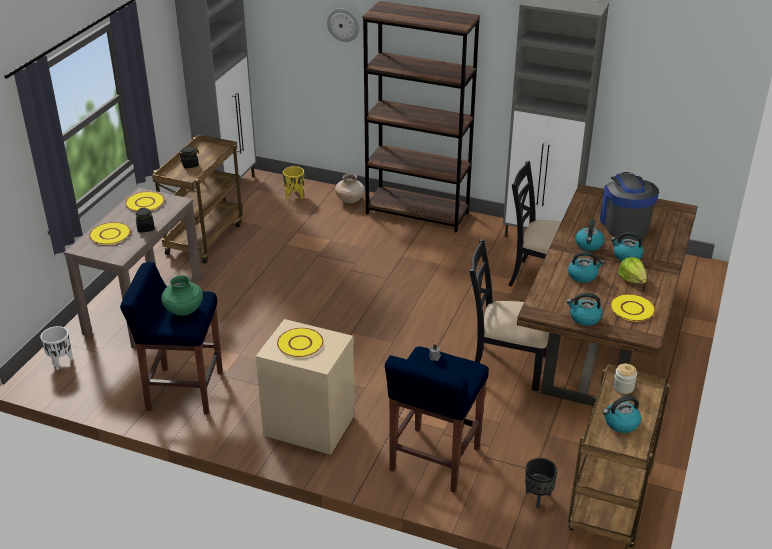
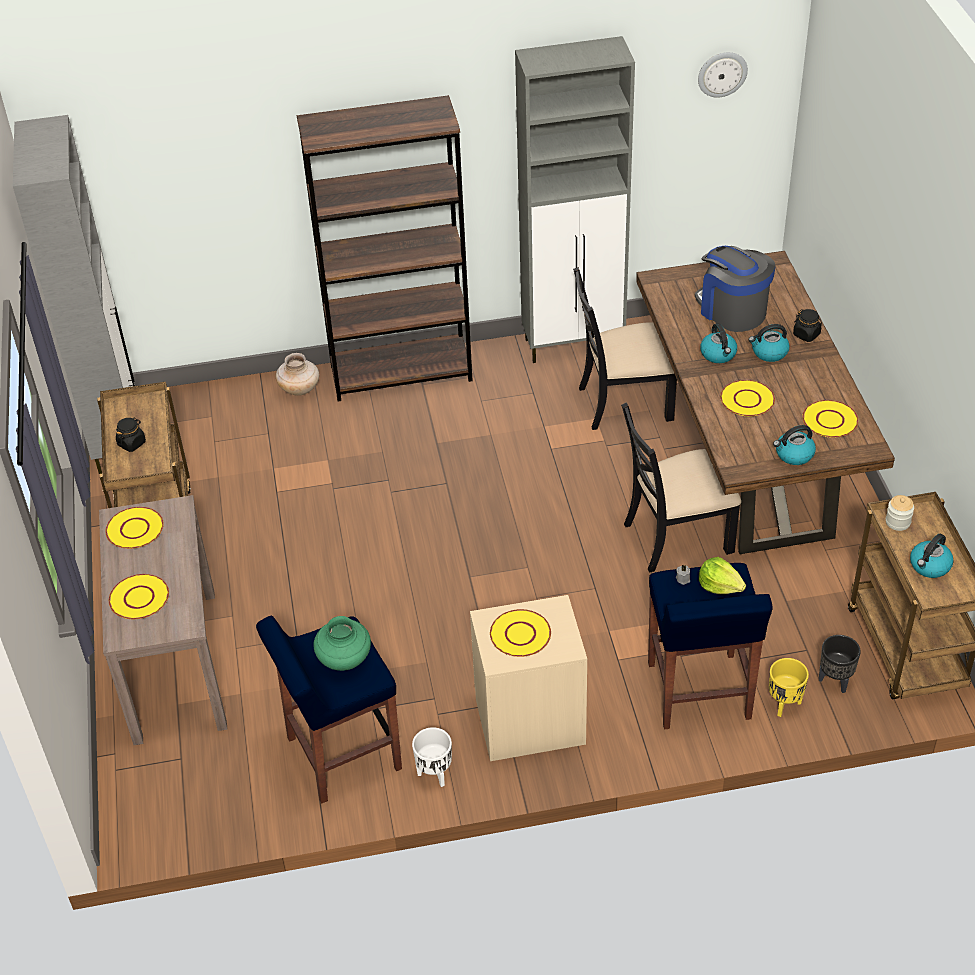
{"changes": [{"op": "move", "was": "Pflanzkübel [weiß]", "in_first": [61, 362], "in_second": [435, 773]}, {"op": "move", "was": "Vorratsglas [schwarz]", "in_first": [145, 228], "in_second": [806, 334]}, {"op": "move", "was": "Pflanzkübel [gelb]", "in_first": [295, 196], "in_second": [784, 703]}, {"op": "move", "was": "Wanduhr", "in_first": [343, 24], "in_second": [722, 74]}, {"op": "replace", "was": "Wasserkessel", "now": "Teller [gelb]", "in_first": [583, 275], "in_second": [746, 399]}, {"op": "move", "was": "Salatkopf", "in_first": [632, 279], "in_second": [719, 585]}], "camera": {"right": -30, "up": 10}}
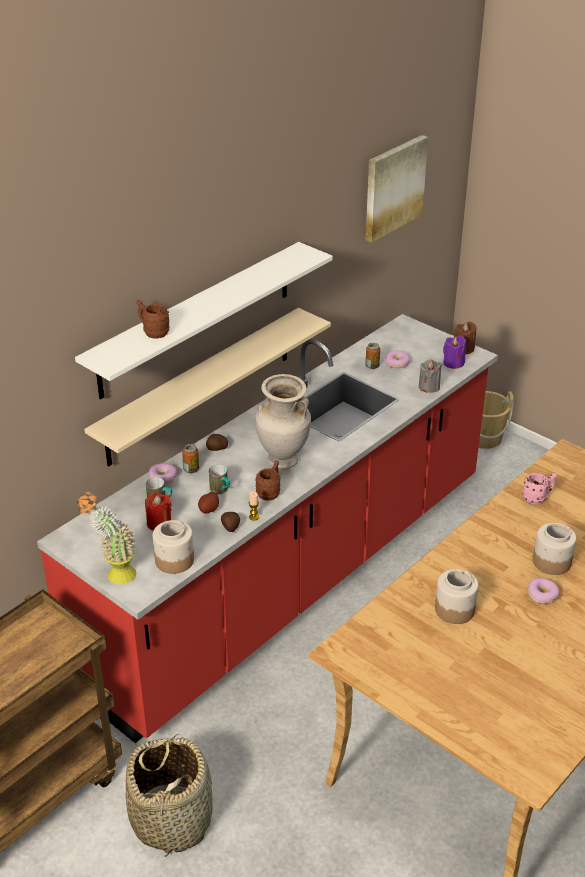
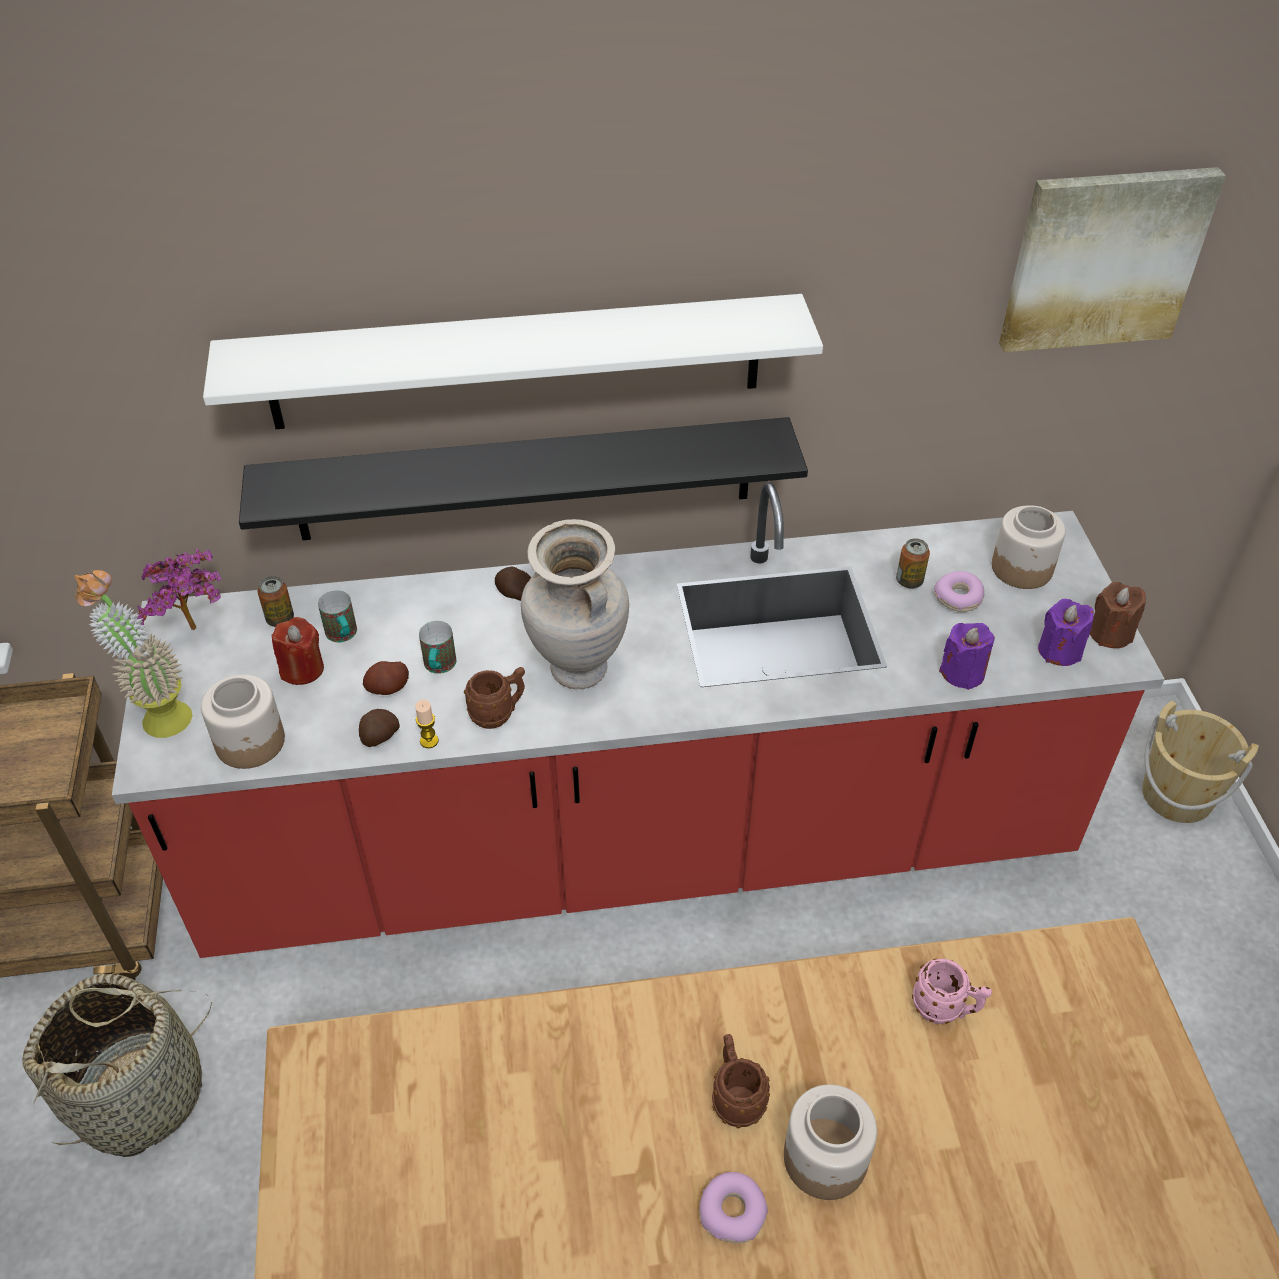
{"changes": [{"op": "recolor", "was": "Wandregal [beige]", "now": "Wandregal [schwarz]", "in_first": [200, 386], "in_second": [525, 479]}, {"op": "move", "was": "Henkelbecher [braun]", "in_first": [153, 332], "in_second": [735, 1097]}, {"op": "delete", "was": "Donut", "in_first": [163, 477]}, {"op": "move", "was": "Dose", "in_first": [191, 469], "in_second": [280, 619]}, {"op": "recolor", "was": "Kerze [grau]", "now": "Kerze [lila]", "in_first": [429, 387], "in_second": [962, 673]}, {"op": "move", "was": "Vorratsglas", "in_first": [455, 609], "in_second": [1022, 568]}, {"op": "insert", "now": "Topfpflanze", "in_second": [197, 632]}], "camera": {"right": 40, "up": 10}}
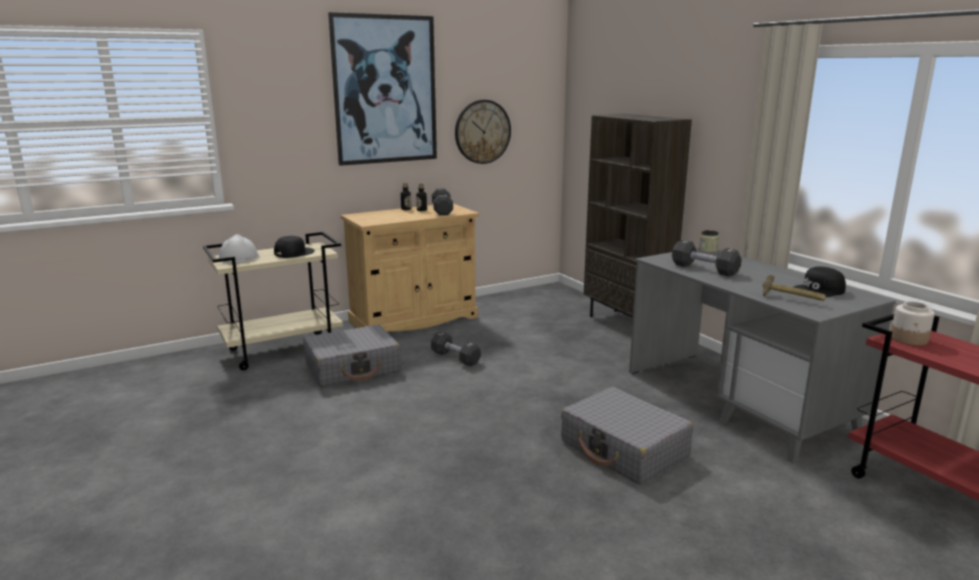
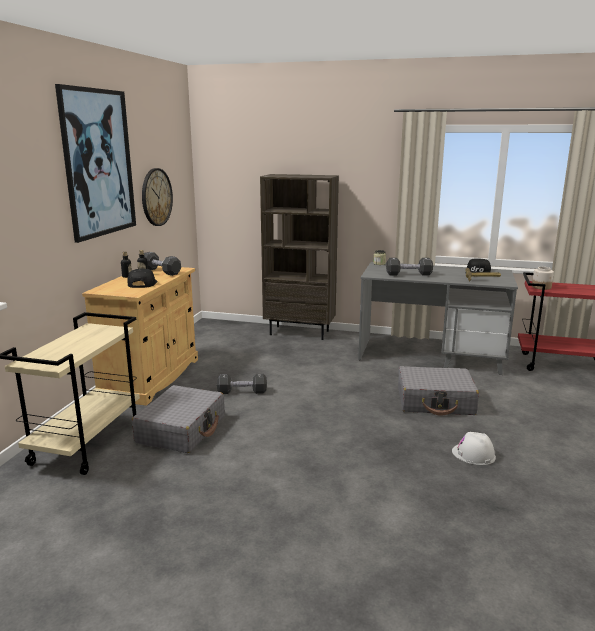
{"changes": [{"op": "move", "was": "Schutzhelm [weiß]", "in_first": [239, 257], "in_second": [473, 454]}, {"op": "move", "was": "Kappe [schwarz]", "in_first": [293, 253], "in_second": [142, 283]}], "camera": {"right": -45, "up": 0}}
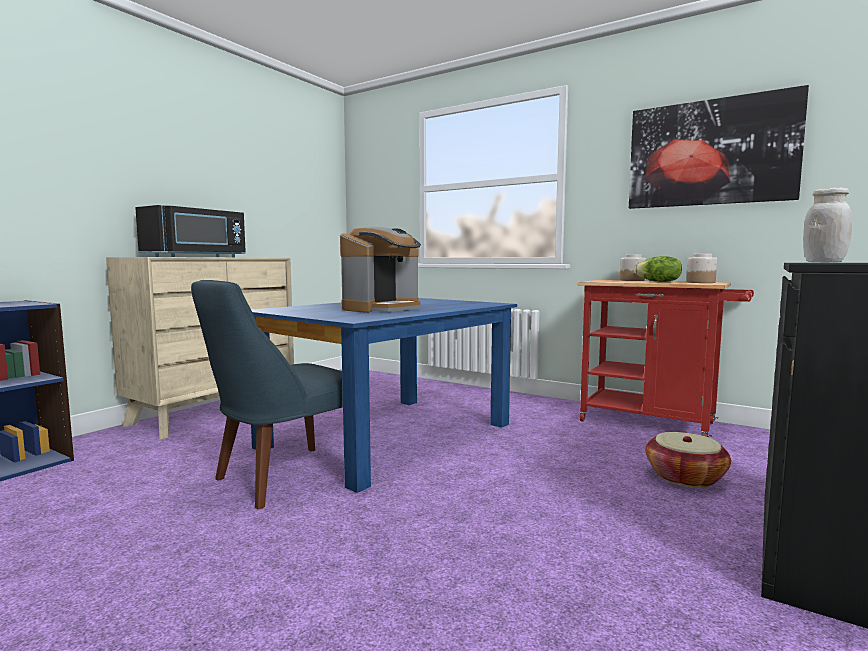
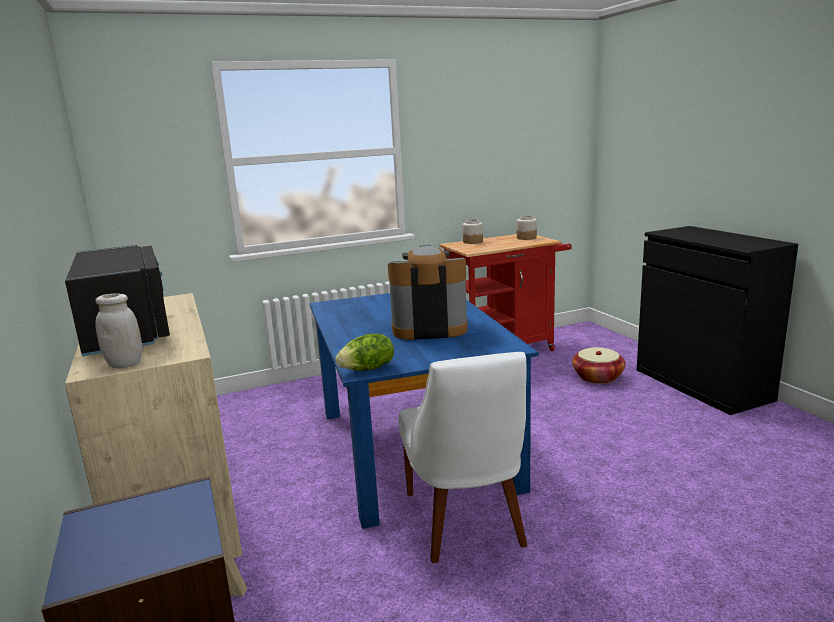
{"changes": [{"op": "recolor", "was": "Stuhl [blau]", "now": "Stuhl [weiß]", "in_first": [283, 478], "in_second": [465, 522]}, {"op": "rotate", "was": "Kaffeemaschine", "in_first": [382, 309], "in_second": [429, 328], "clockwise": -75}, {"op": "delete", "was": "Bild", "in_first": [710, 153]}, {"op": "move", "was": "Salatkopf", "in_first": [659, 282], "in_second": [368, 369]}, {"op": "move", "was": "Vorratsglas [weiß]", "in_first": [824, 262], "in_second": [125, 364]}], "camera": {"right": -55, "up": 10}}
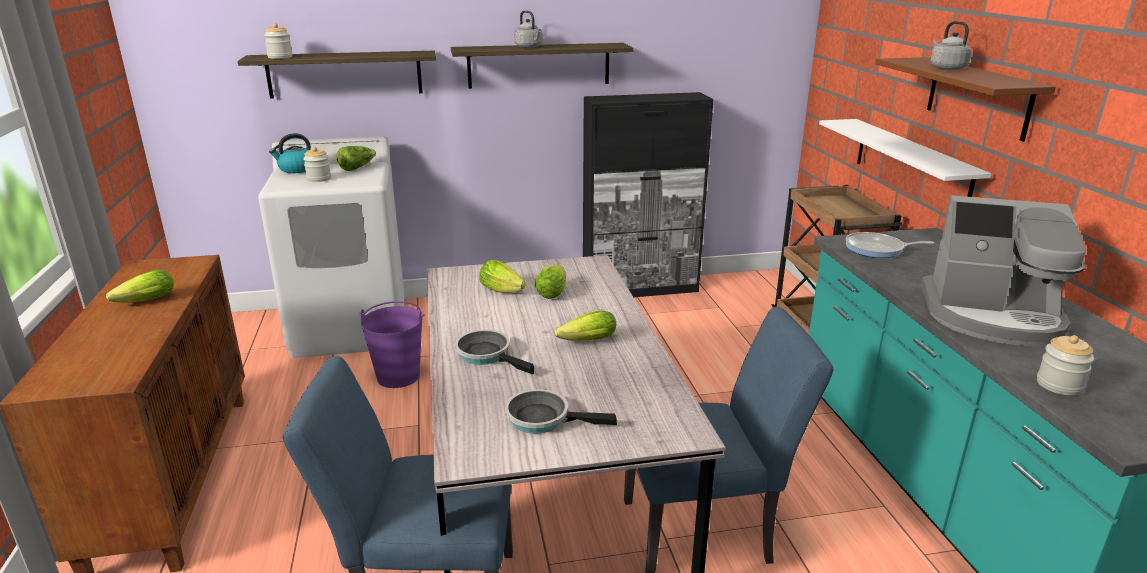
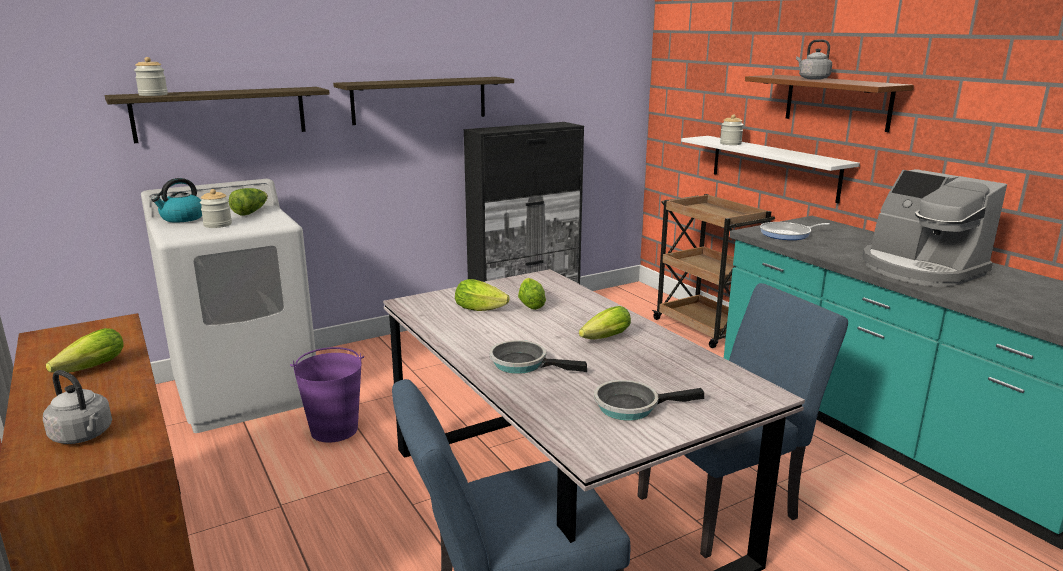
{"changes": [{"op": "move", "was": "Wasserkessel [grau]", "in_first": [529, 47], "in_second": [84, 436]}, {"op": "rotate", "was": "Kaffeemaschine", "in_first": [992, 317], "in_second": [919, 269], "clockwise": 60}, {"op": "move", "was": "Vorratsglas", "in_first": [1059, 385], "in_second": [730, 143]}], "camera": {"right": -20, "up": -5}}
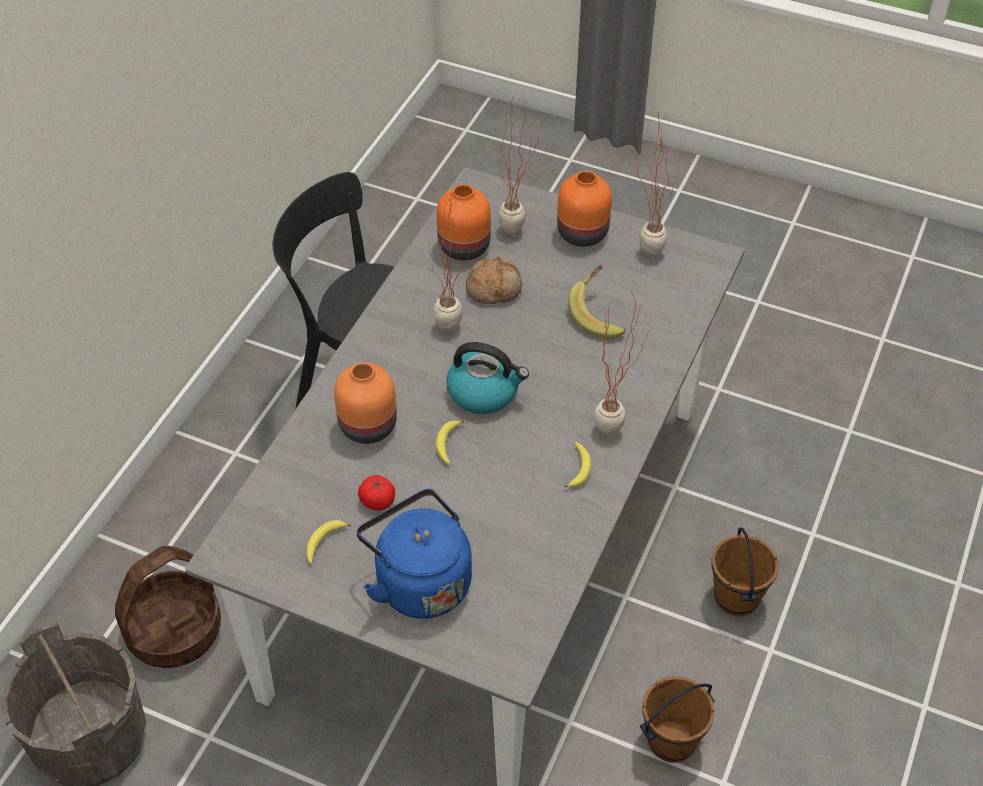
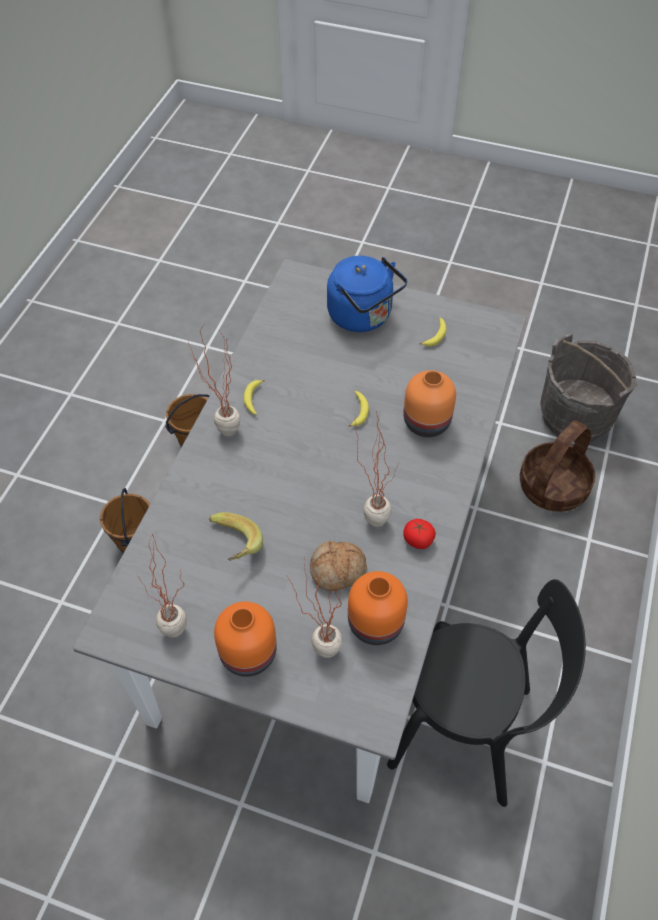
{"changes": [{"op": "move", "was": "Tomate", "in_first": [378, 501], "in_second": [417, 540]}, {"op": "delete", "was": "Wasserkessel", "in_first": [484, 392]}], "camera": {"right": 175, "up": 5}}
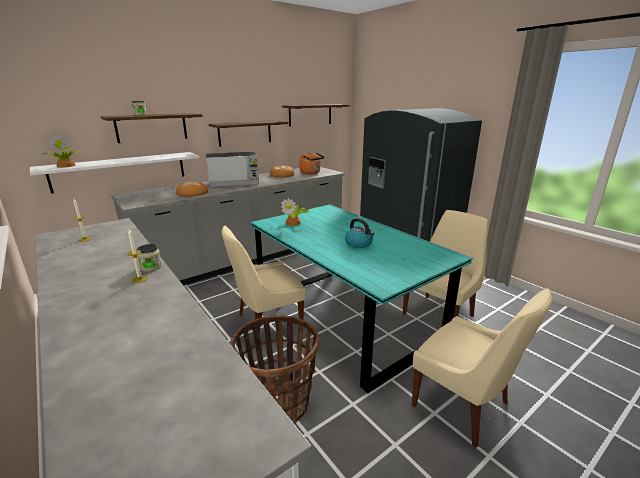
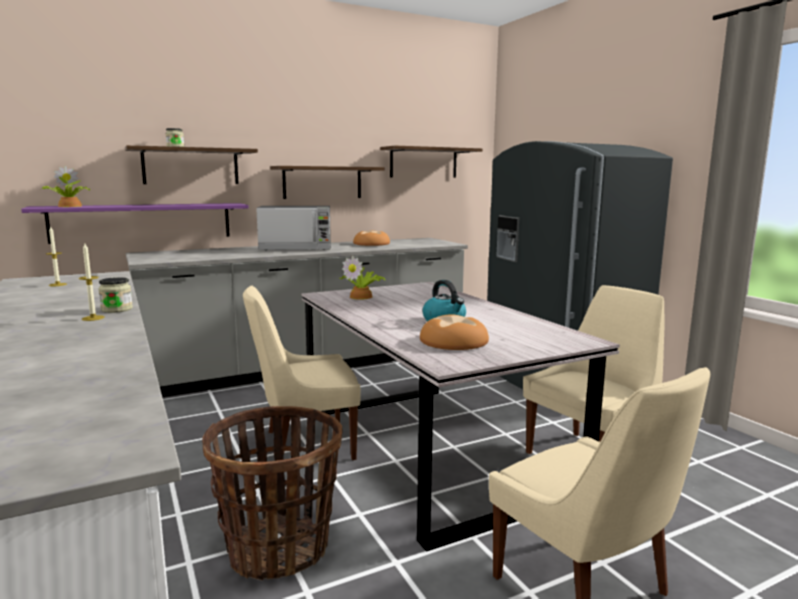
{"changes": [{"op": "recolor", "was": "Wandregal [weiß]", "now": "Wandregal [lila]", "in_first": [121, 171], "in_second": [143, 222]}, {"op": "move", "was": "Brot", "in_first": [192, 193], "in_second": [454, 341]}, {"op": "recolor", "was": "Esstisch [türkis]", "now": "Esstisch [grau]", "in_first": [346, 316], "in_second": [432, 448]}, {"op": "delete", "was": "Wasserkessel [orange]", "in_first": [311, 173]}], "camera": {"right": 10, "up": -10}}
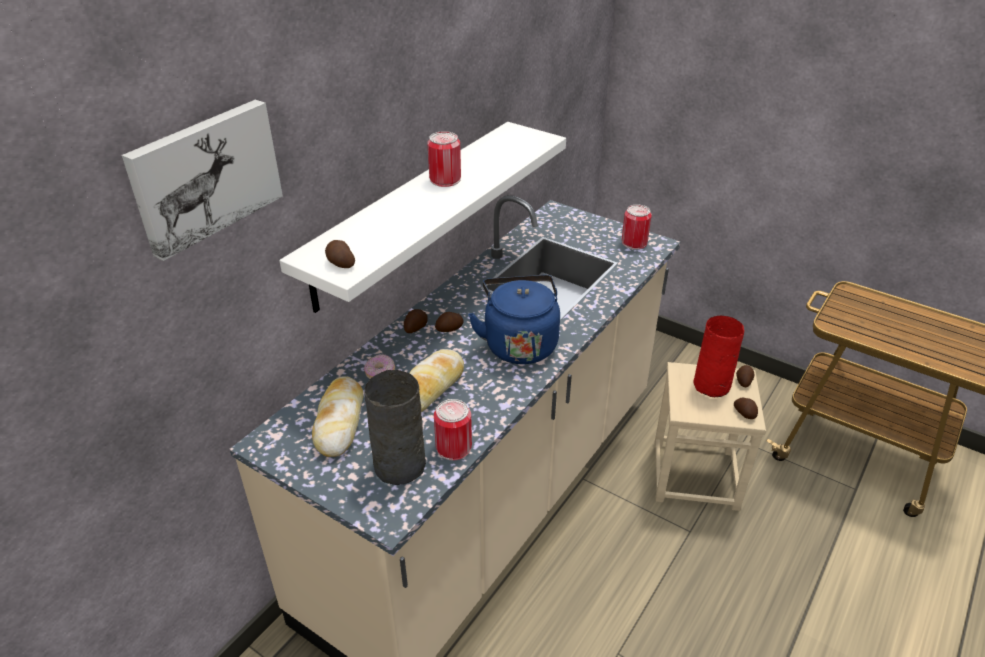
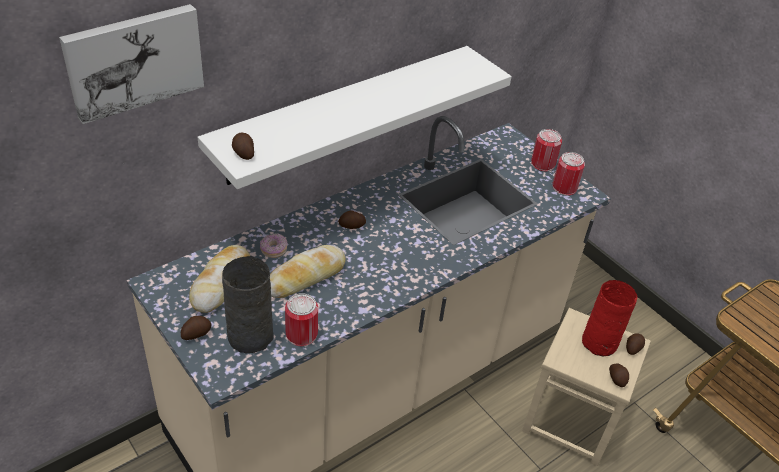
{"changes": [{"op": "move", "was": "Kartoffel", "in_first": [415, 327], "in_second": [196, 333]}, {"op": "move", "was": "Dose", "in_first": [445, 179], "in_second": [543, 164]}, {"op": "delete", "was": "Wasserkessel [blau]", "in_first": [519, 343]}], "camera": {"right": 15, "up": 5}}
